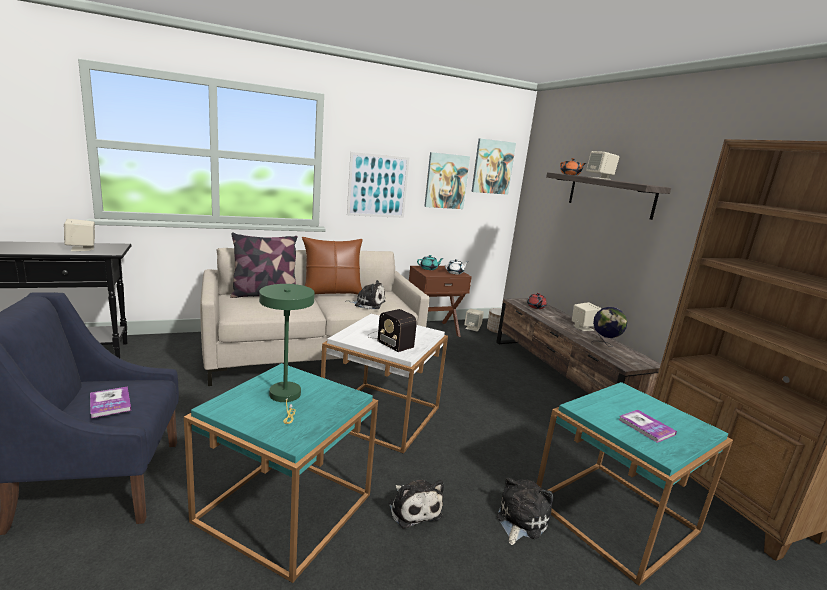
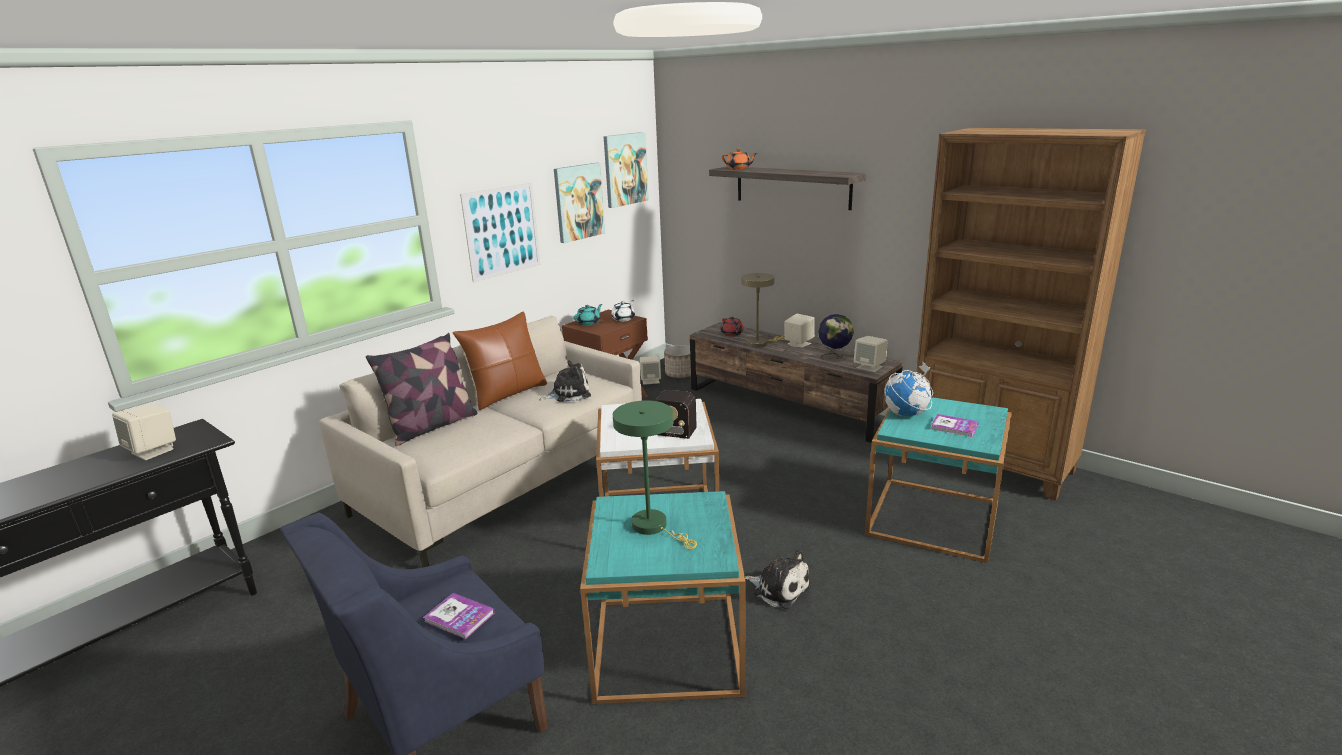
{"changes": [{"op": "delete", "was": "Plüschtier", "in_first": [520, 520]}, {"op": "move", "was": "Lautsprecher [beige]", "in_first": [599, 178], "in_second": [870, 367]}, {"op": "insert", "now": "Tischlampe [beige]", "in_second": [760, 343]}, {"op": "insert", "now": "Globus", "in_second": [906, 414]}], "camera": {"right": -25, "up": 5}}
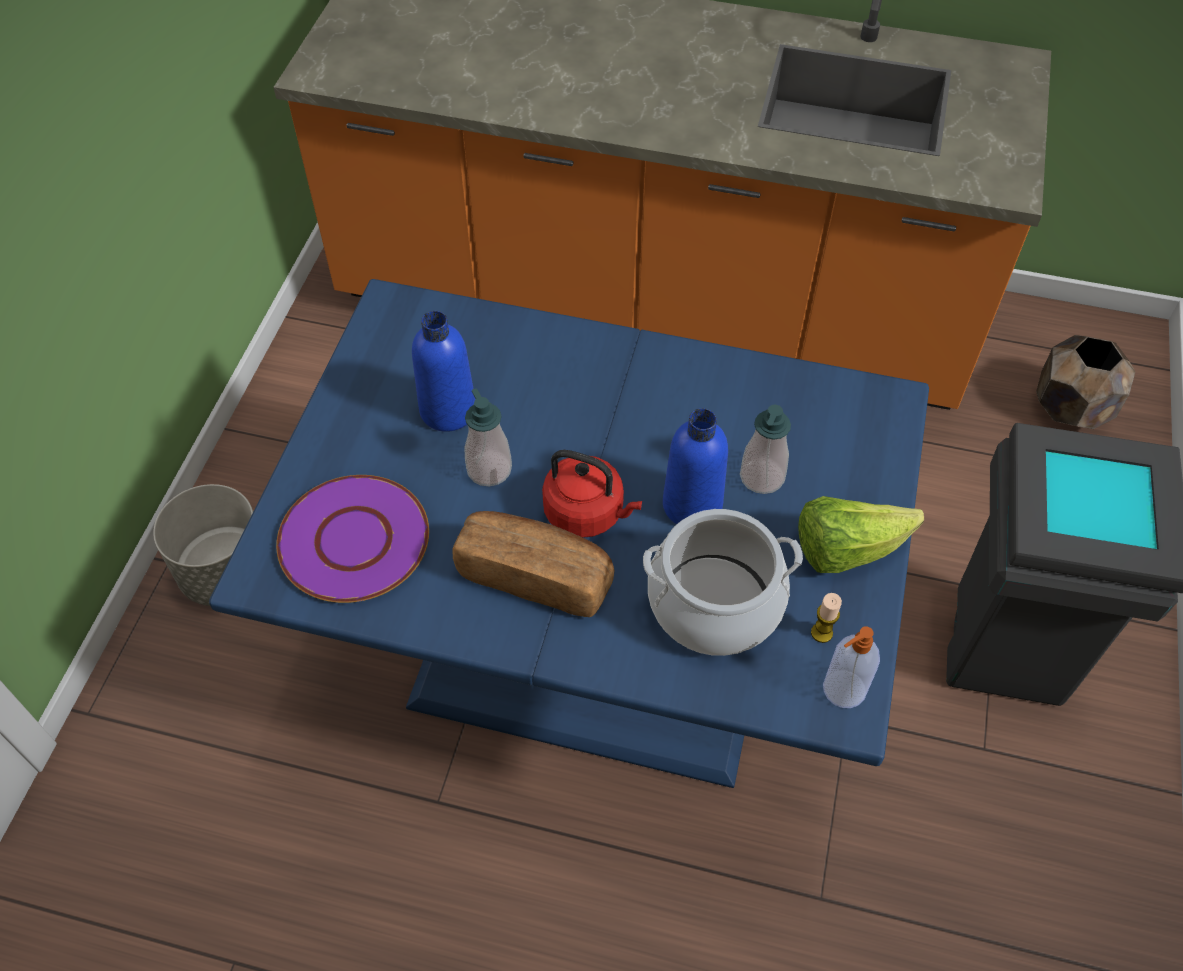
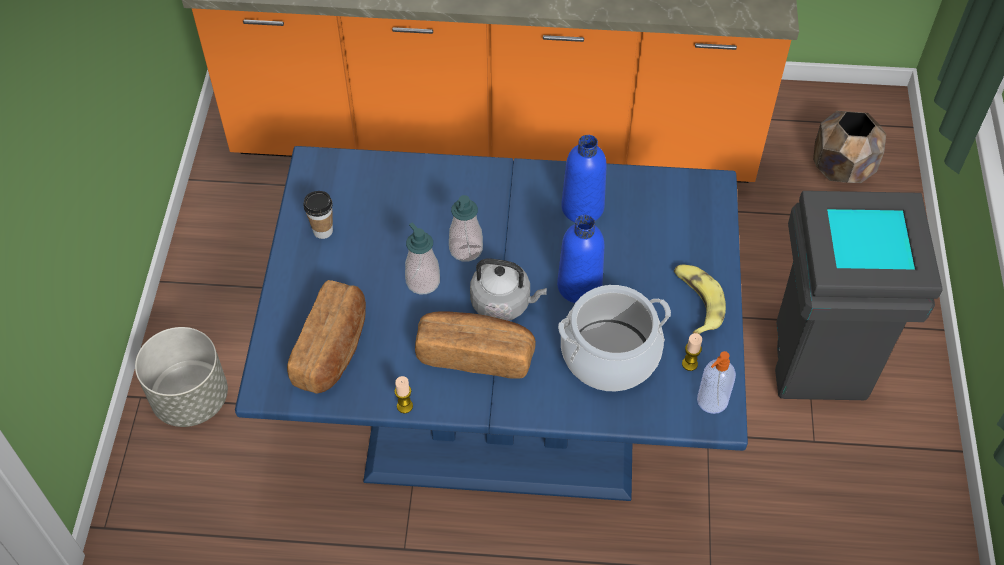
{"changes": [{"op": "replace", "was": "Teller [lila]", "now": "Brot", "in_first": [353, 540], "in_second": [333, 349]}, {"op": "move", "was": "Flasche [blau]", "in_first": [448, 410], "in_second": [582, 208]}, {"op": "recolor", "was": "Wasserkessel [rot]", "now": "Wasserkessel [grau]", "in_first": [588, 513], "in_second": [504, 303]}, {"op": "move", "was": "Seifenspender", "in_first": [762, 477], "in_second": [466, 249]}, {"op": "replace", "was": "Salatkopf", "now": "Banane", "in_first": [846, 549], "in_second": [696, 302]}, {"op": "insert", "now": "Tasse", "in_second": [323, 231]}, {"op": "insert", "now": "Kerze", "in_second": [404, 406]}], "camera": {"right": -10, "up": 0}}
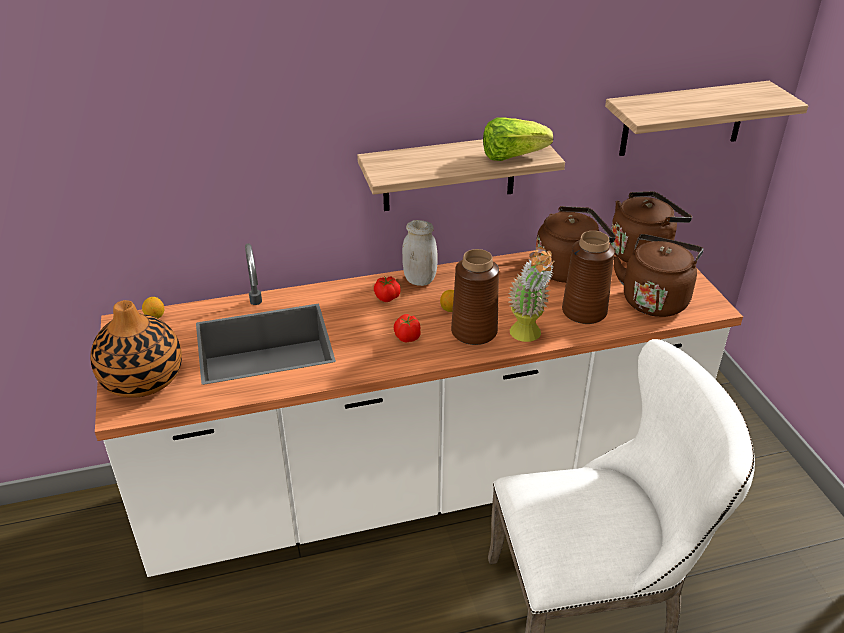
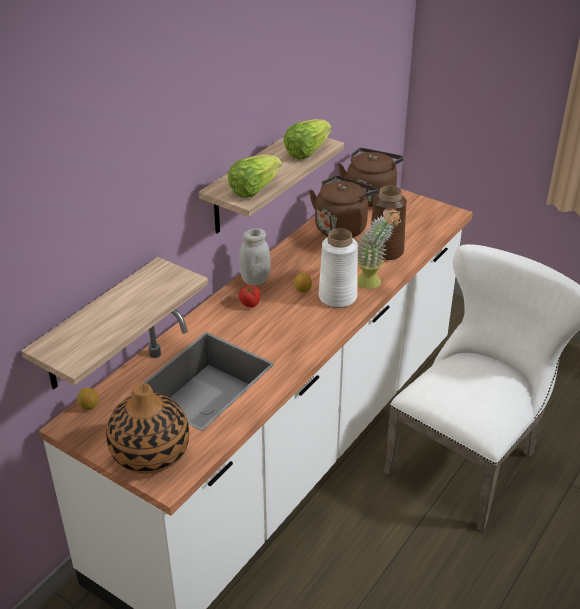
{"changes": [{"op": "delete", "was": "Tomate", "in_first": [407, 338]}, {"op": "recolor", "was": "Vase [braun]", "now": "Vase [weiß]", "in_first": [473, 331], "in_second": [337, 297]}, {"op": "move", "was": "Wandregal", "in_first": [683, 119], "in_second": [98, 326]}, {"op": "delete", "was": "Wasserkessel [braun]", "in_first": [654, 299]}, {"op": "insert", "now": "Salatkopf", "in_second": [254, 189]}], "camera": {"right": -40, "up": 0}}
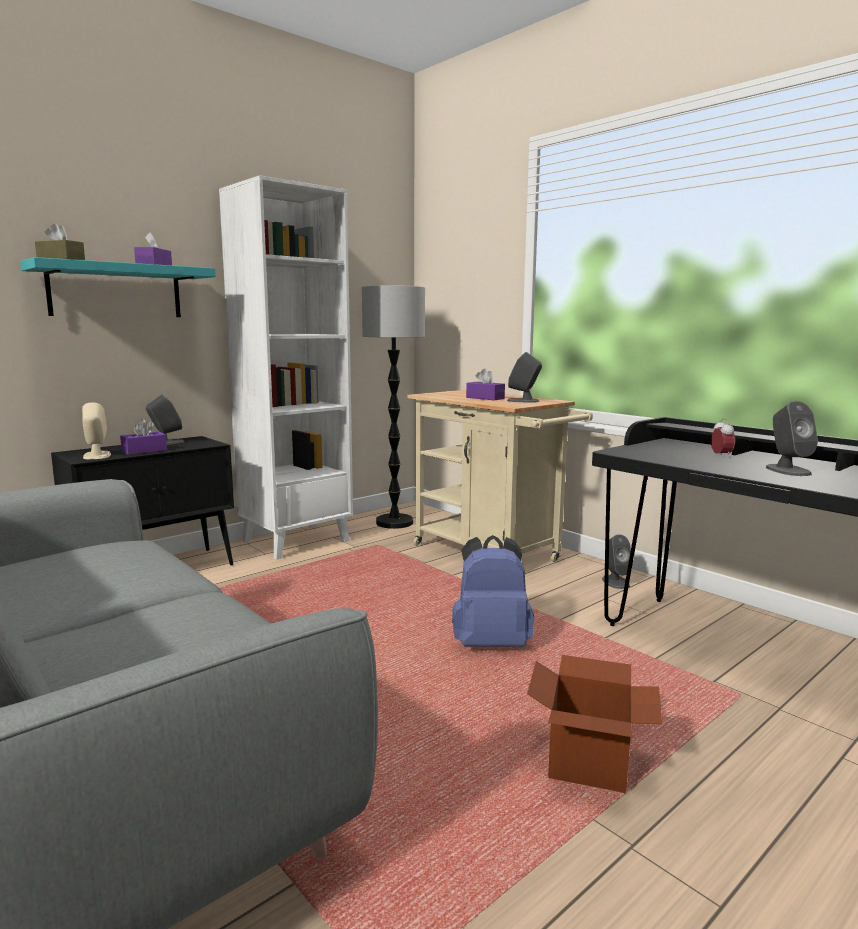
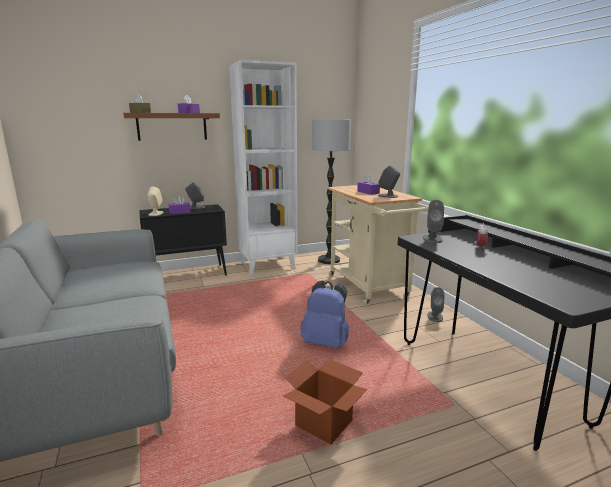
{"changes": [{"op": "recolor", "was": "Wandregal [türkis]", "now": "Wandregal [braun]", "in_first": [116, 291], "in_second": [172, 126]}, {"op": "move", "was": "Lautsprecher [grau]", "in_first": [787, 470], "in_second": [432, 239]}], "camera": {"right": 20, "up": 5}}
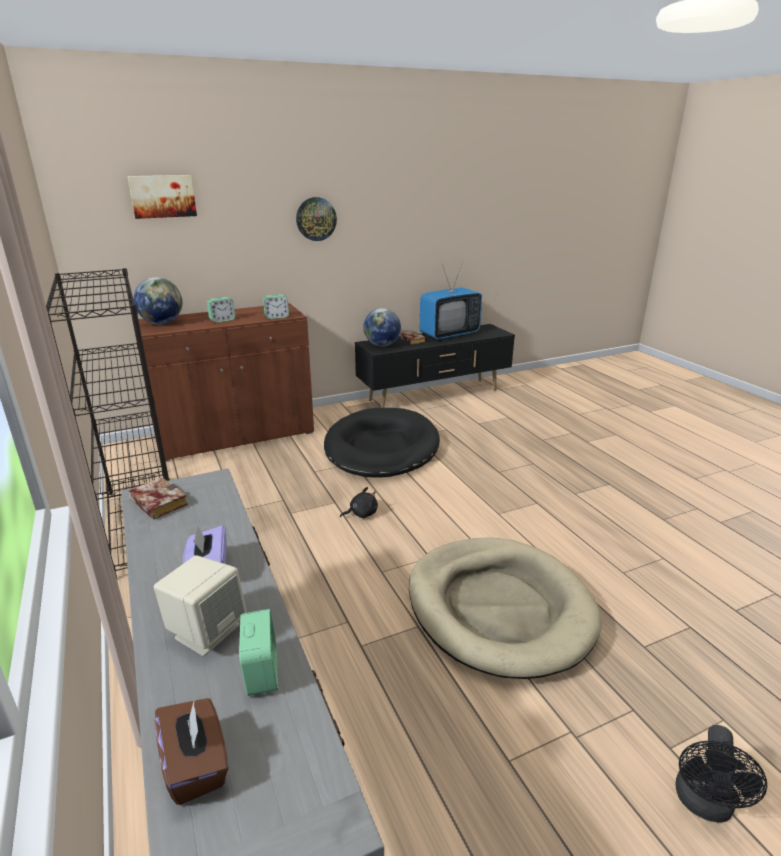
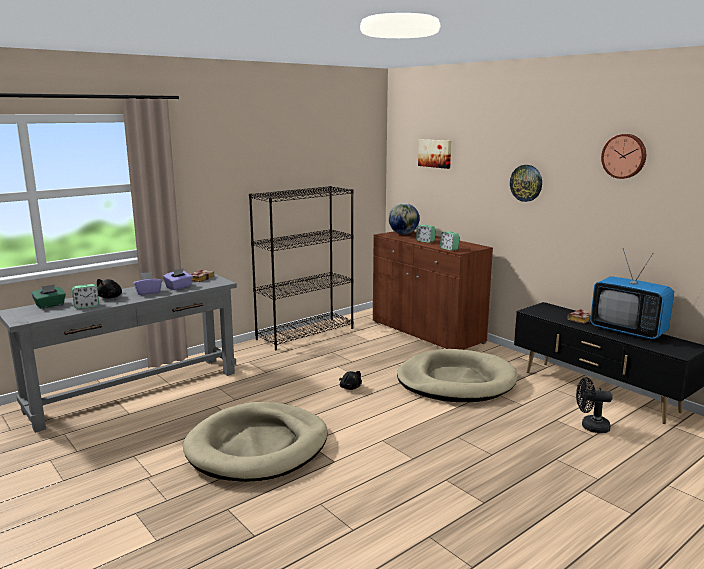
{"changes": [{"op": "replace", "was": "Lautsprecher [beige]", "now": "Plüschtier [schwarz]", "in_first": [206, 631], "in_second": [111, 297]}, {"op": "recolor", "was": "Taschentuchbox [braun]", "now": "Taschentuchbox [grün]", "in_first": [196, 765], "in_second": [50, 305]}, {"op": "recolor", "was": "Hundebett [schwarz]", "now": "Hundebett [beige]", "in_first": [381, 448], "in_second": [456, 381]}, {"op": "delete", "was": "Globus", "in_first": [382, 345]}, {"op": "move", "was": "Ventilator [schwarz]", "in_first": [704, 805], "in_second": [590, 427]}, {"op": "insert", "now": "Taschentuchbox [lila]", "in_second": [179, 287]}, {"op": "insert", "now": "Wanduhr", "in_second": [624, 156]}], "camera": {"right": 75, "up": -10}}
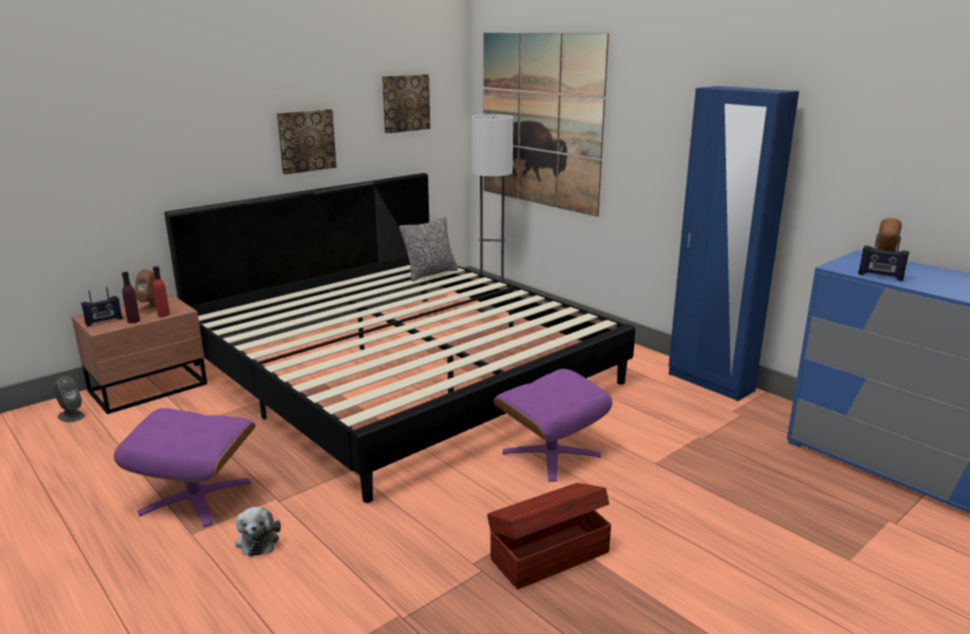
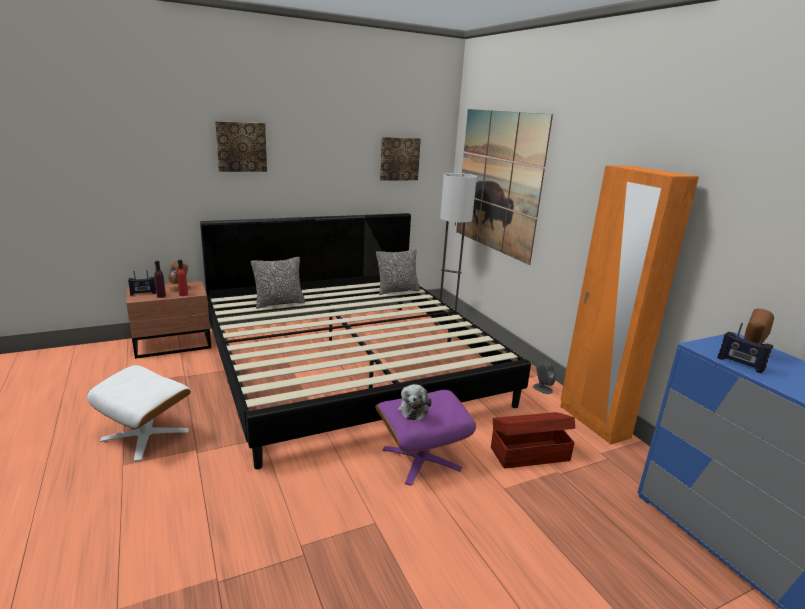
{"changes": [{"op": "move", "was": "Lautsprecher [grau]", "in_first": [71, 416], "in_second": [542, 388]}, {"op": "recolor", "was": "Polsterhocker [lila]", "now": "Polsterhocker [weiß]", "in_first": [196, 496], "in_second": [146, 435]}, {"op": "move", "was": "Plüschtier", "in_first": [258, 540], "in_second": [412, 410]}, {"op": "move", "was": "Bild", "in_first": [306, 141], "in_second": [241, 147]}, {"op": "move", "was": "Aufbewahrungsbox [braun]", "in_first": [548, 555], "in_second": [528, 453]}, {"op": "recolor", "was": "Kleiderschrank [blau]", "now": "Kleiderschrank [orange]", "in_first": [710, 383], "in_second": [593, 422]}, {"op": "insert", "now": "Kissen", "in_second": [279, 303]}], "camera": {"right": 15, "up": 0}}
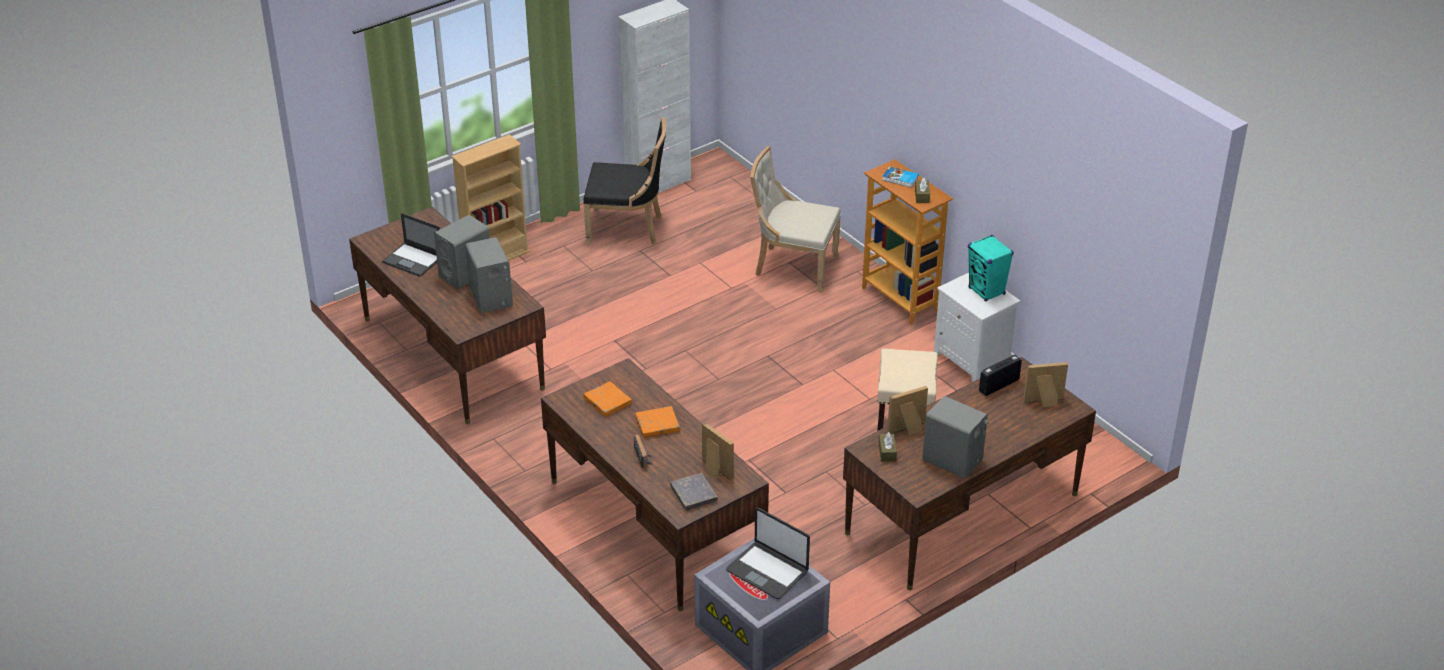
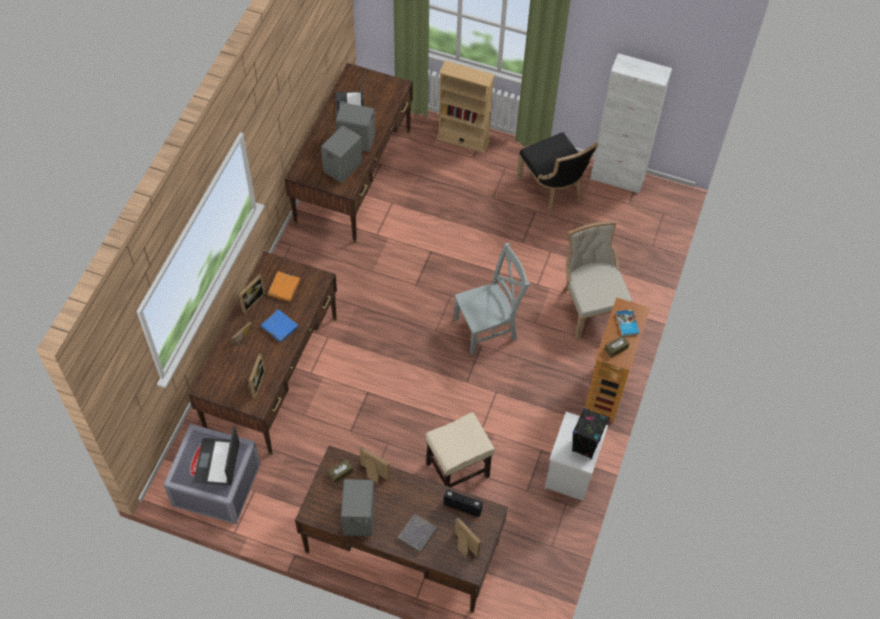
{"changes": [{"op": "recolor", "was": "Buch [orange]", "now": "Buch [blau]", "in_first": [657, 424], "in_second": [280, 327]}, {"op": "move", "was": "Buch [grau]", "in_first": [693, 494], "in_second": [417, 534]}, {"op": "recolor", "was": "Lautsprecher [türkis]", "now": "Lautsprecher [schwarz]", "in_first": [986, 291], "in_second": [585, 446]}, {"op": "insert", "now": "Bilderrahmen", "in_second": [251, 301]}, {"op": "insert", "now": "Stuhl [grau]", "in_second": [488, 328]}], "camera": {"right": 55, "up": 20}}
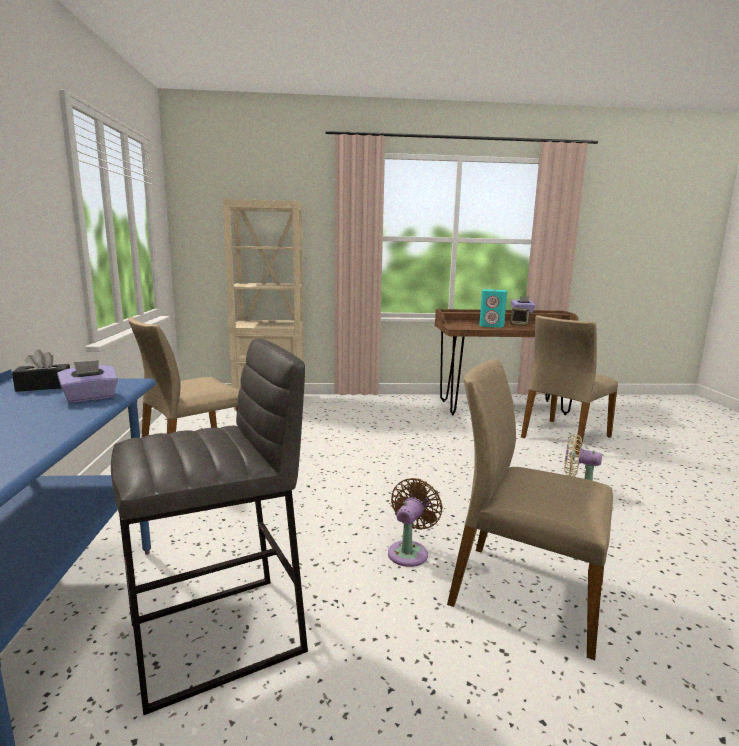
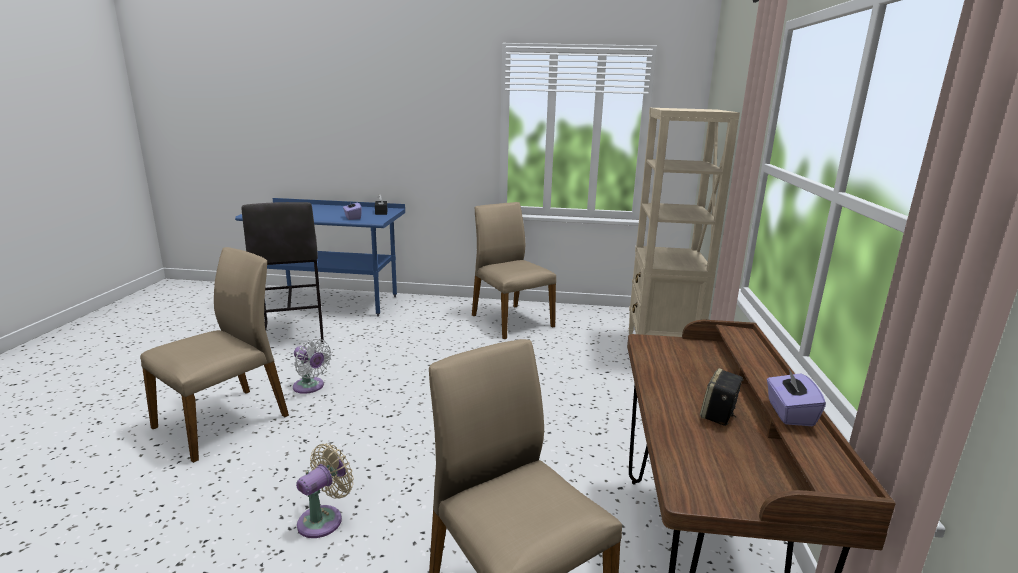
{"changes": [{"op": "recolor", "was": "Ventilator [braun]", "now": "Ventilator [weiß]", "in_first": [409, 551], "in_second": [310, 387]}, {"op": "delete", "was": "Lautsprecher [türkis]", "in_first": [492, 325]}], "camera": {"right": 100, "up": 5}}
